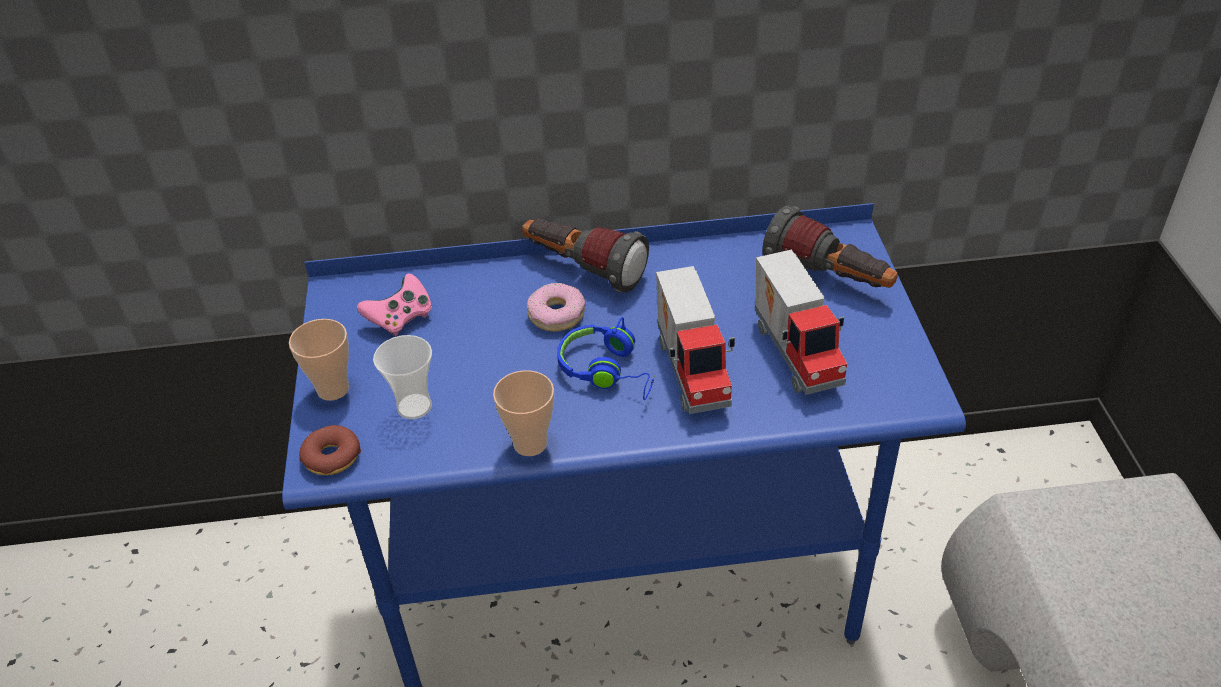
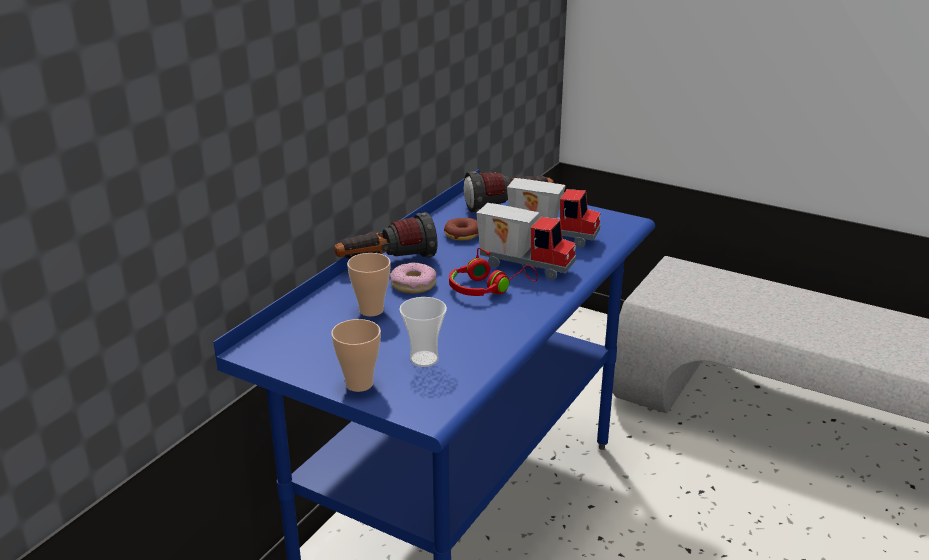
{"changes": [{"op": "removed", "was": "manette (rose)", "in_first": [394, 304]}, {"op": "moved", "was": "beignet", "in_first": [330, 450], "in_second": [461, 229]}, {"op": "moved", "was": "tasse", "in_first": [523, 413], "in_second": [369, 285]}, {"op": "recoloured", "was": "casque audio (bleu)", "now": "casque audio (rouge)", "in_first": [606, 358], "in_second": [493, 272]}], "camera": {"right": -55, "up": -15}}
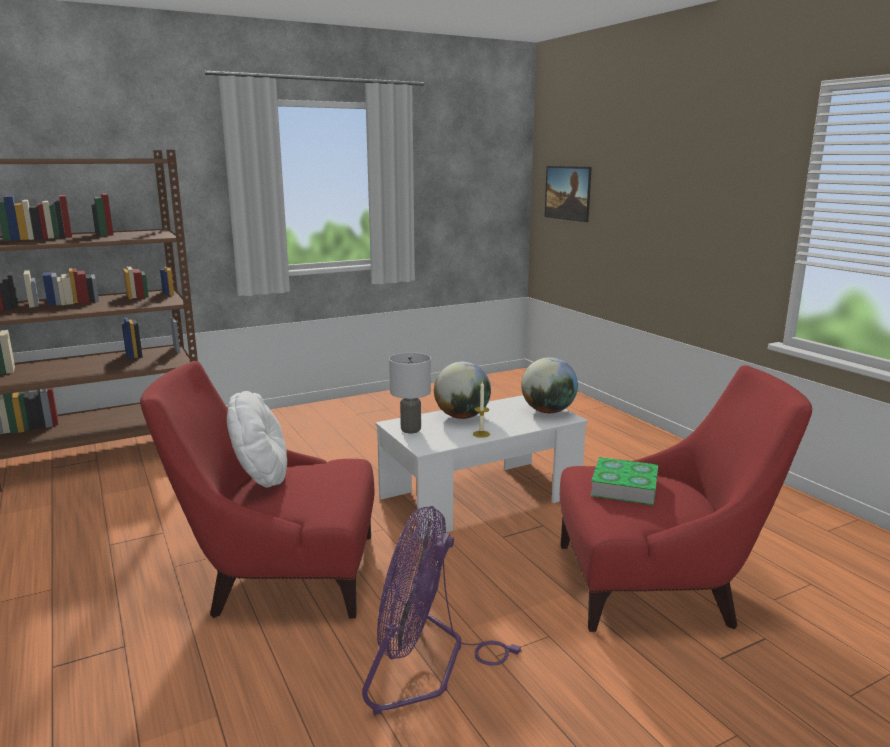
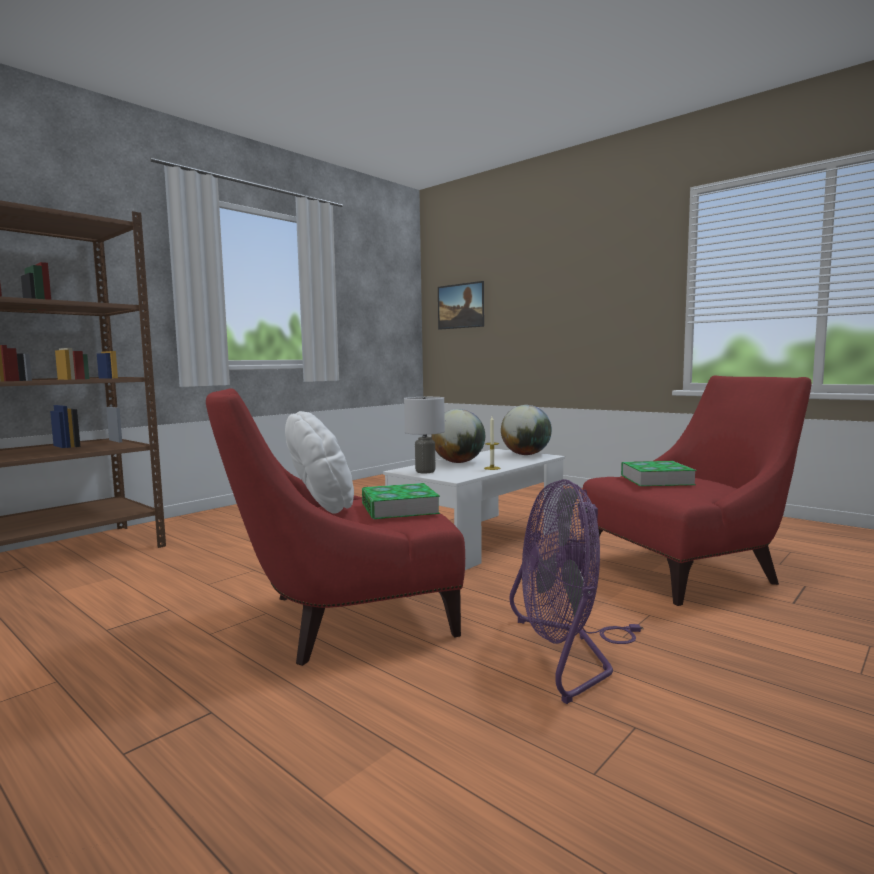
{"changes": [{"op": "added", "now": "livre", "in_second": [401, 501]}], "camera": {"right": -20, "up": -10}}
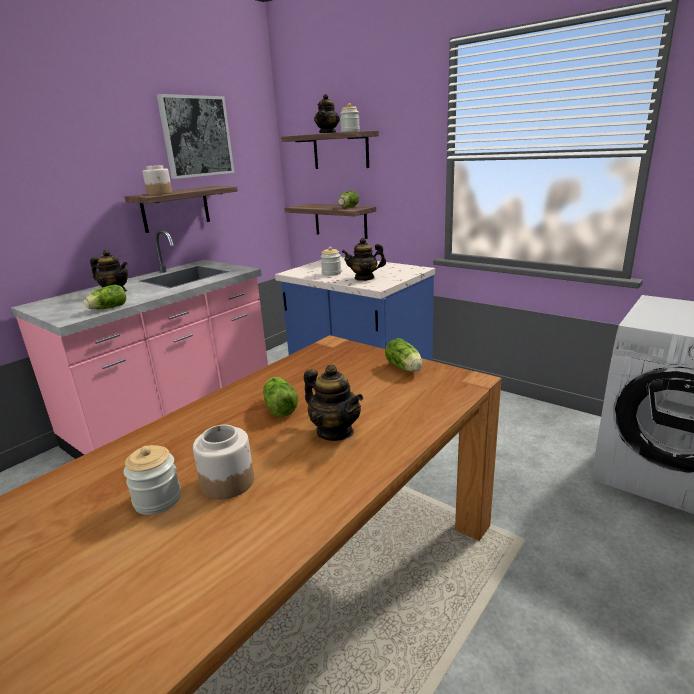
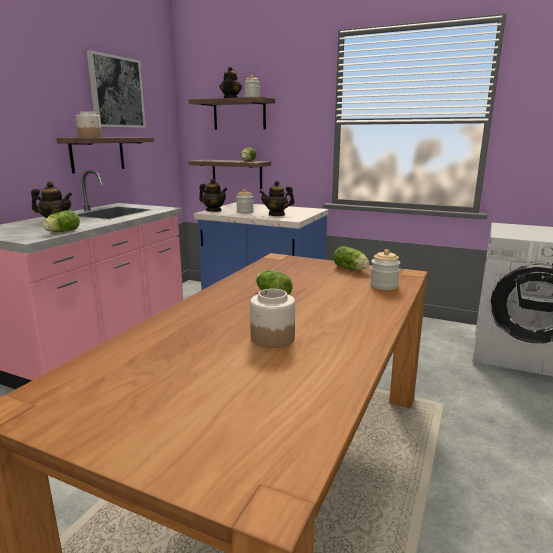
{"changes": [{"op": "moved", "was": "bocal", "in_first": [152, 480], "in_second": [385, 269]}, {"op": "moved", "was": "théière", "in_first": [333, 402], "in_second": [213, 195]}], "camera": {"right": -15, "up": -5}}
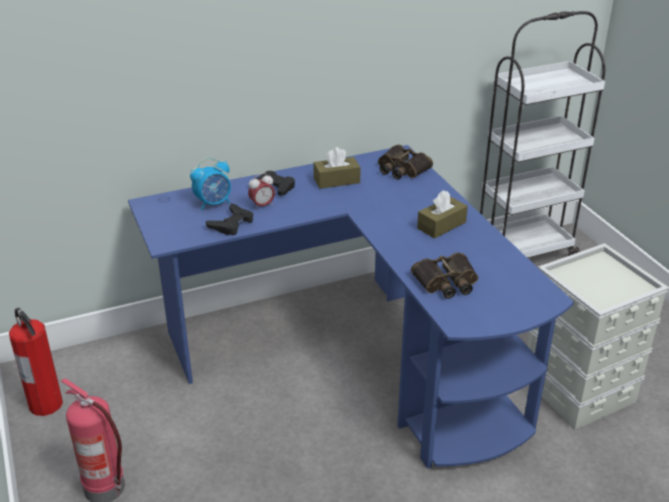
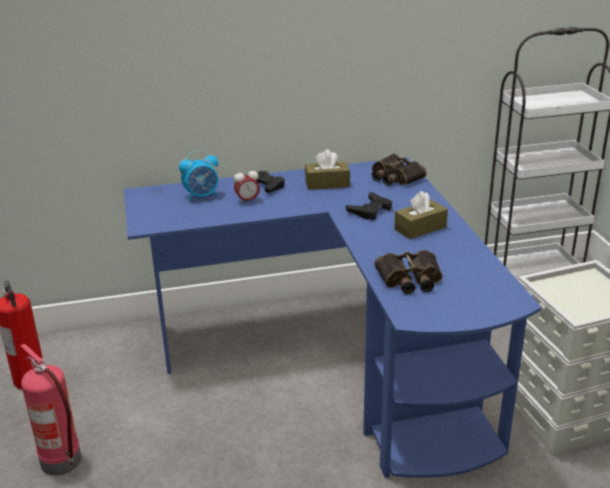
{"changes": [{"op": "moved", "was": "manette (noir)", "in_first": [229, 219], "in_second": [369, 206]}], "camera": {"right": 10, "up": -5}}
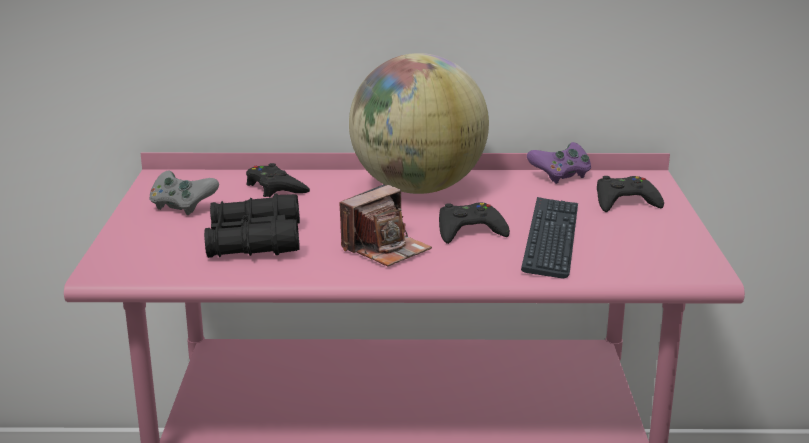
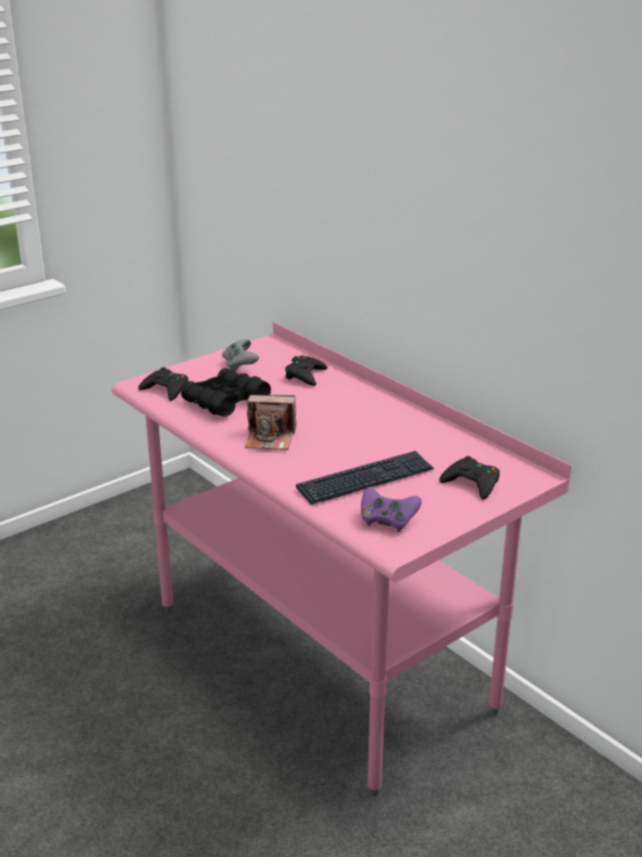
{"changes": [{"op": "removed", "was": "globe", "in_first": [419, 123]}, {"op": "moved", "was": "manette (noir)", "in_first": [474, 223], "in_second": [163, 384]}, {"op": "moved", "was": "manette (violet)", "in_first": [559, 163], "in_second": [391, 509]}], "camera": {"right": 50, "up": 5}}
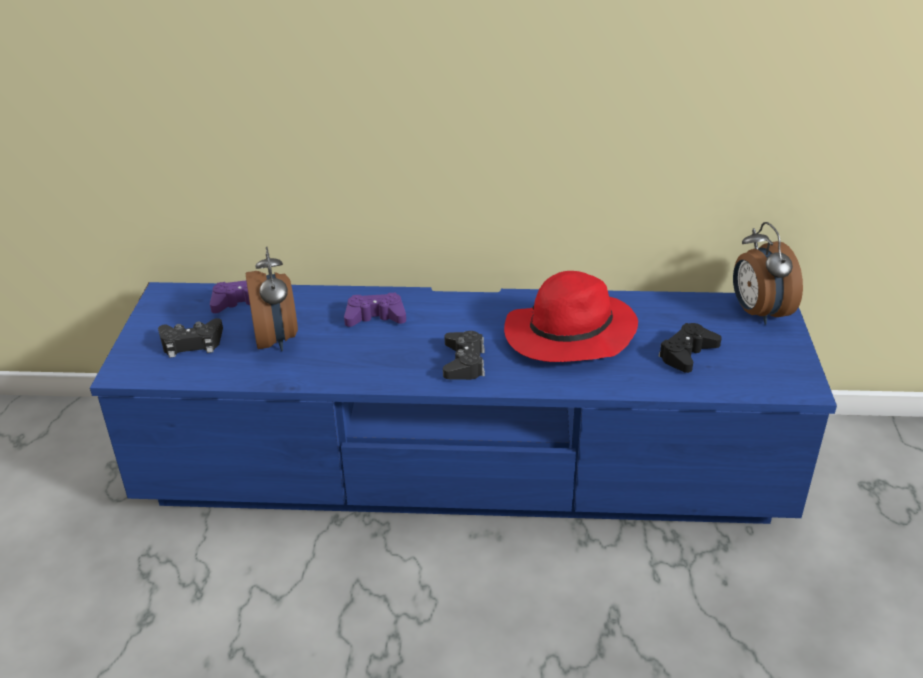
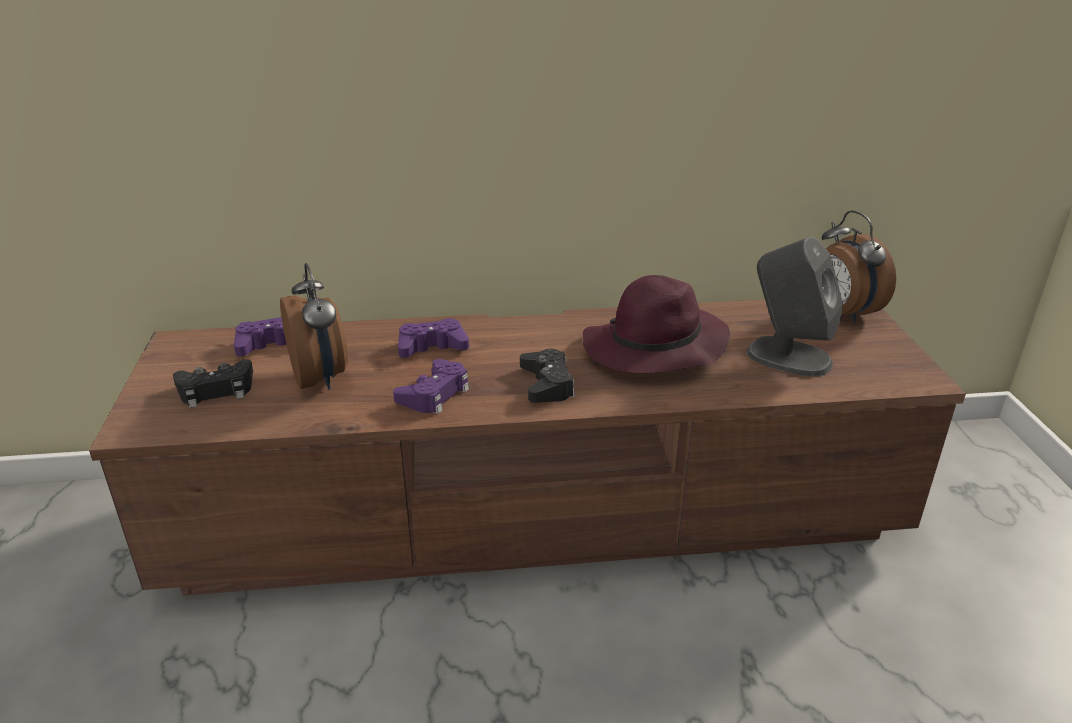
{"changes": [{"op": "added", "now": "manette (violet)", "in_second": [431, 386]}, {"op": "replaced", "was": "manette (noir)", "now": "enceinte (gris)", "in_first": [690, 348], "in_second": [795, 306]}, {"op": "recoloured", "was": "meuble télé (bleu)", "now": "meuble télé (marron)", "in_first": [463, 403], "in_second": [527, 447]}, {"op": "recoloured", "was": "chapeau (rouge)", "now": "chapeau (violet)", "in_first": [571, 316], "in_second": [656, 324]}], "camera": {"right": -10, "up": -5}}
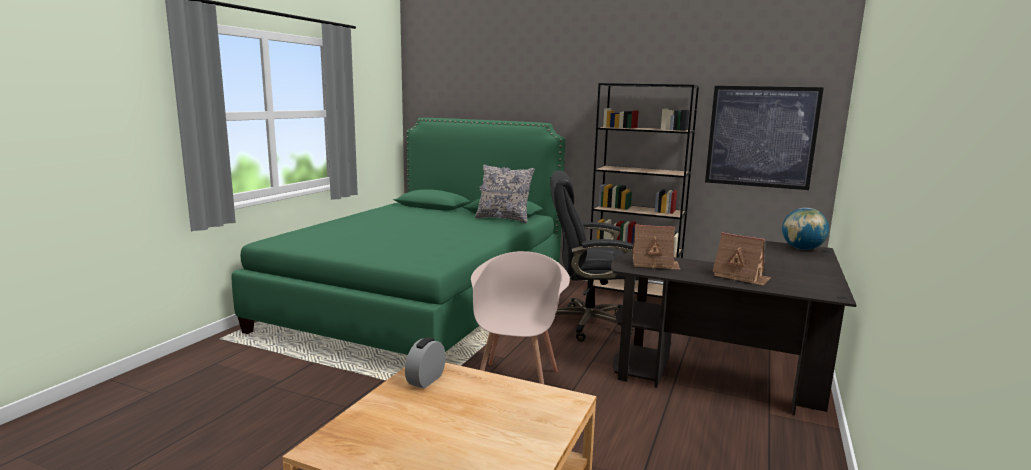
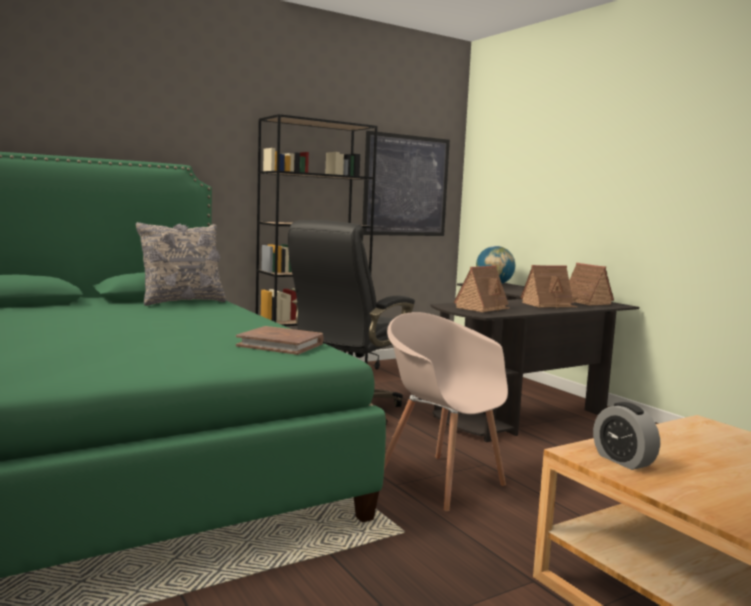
{"changes": [{"op": "added", "now": "livre (marron)", "in_second": [280, 340]}, {"op": "added", "now": "maison miniature", "in_second": [591, 284]}], "camera": {"right": -55, "up": -5}}
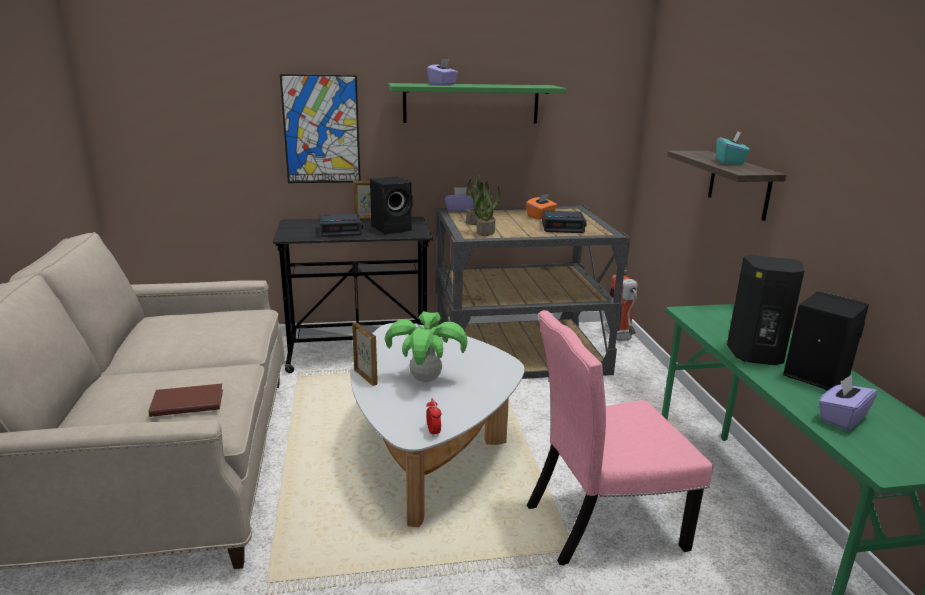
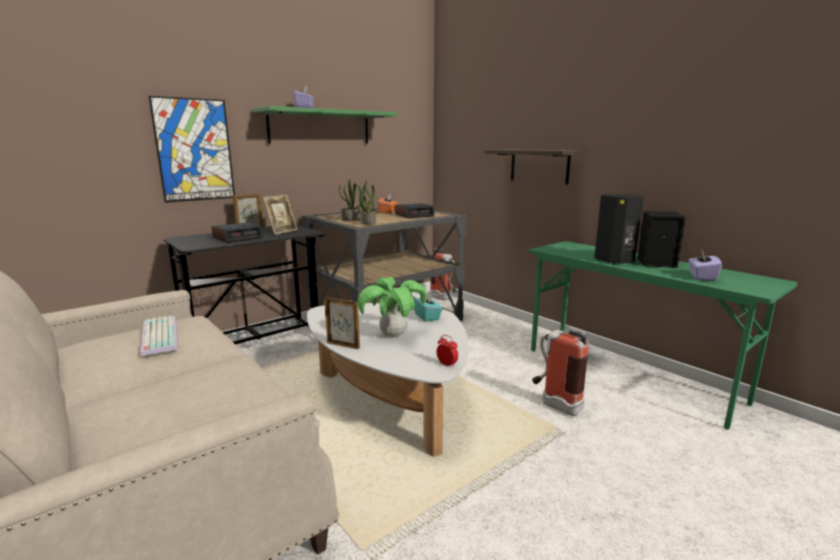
{"changes": [{"op": "removed", "was": "livre (marron)", "in_first": [186, 400]}, {"op": "removed", "was": "boîte à mouchoirs (violet)", "in_first": [460, 199]}, {"op": "added", "now": "clavier", "in_second": [159, 336]}, {"op": "moved", "was": "boîte à mouchoirs (turquoise)", "in_first": [733, 148], "in_second": [427, 306]}, {"op": "replaced", "was": "enceinte (noir)", "now": "cadre photo", "in_first": [391, 205], "in_second": [280, 215]}, {"op": "replaced", "was": "chaise (rose)", "now": "extincteur", "in_first": [620, 438], "in_second": [560, 370]}], "camera": {"right": -30, "up": -5}}
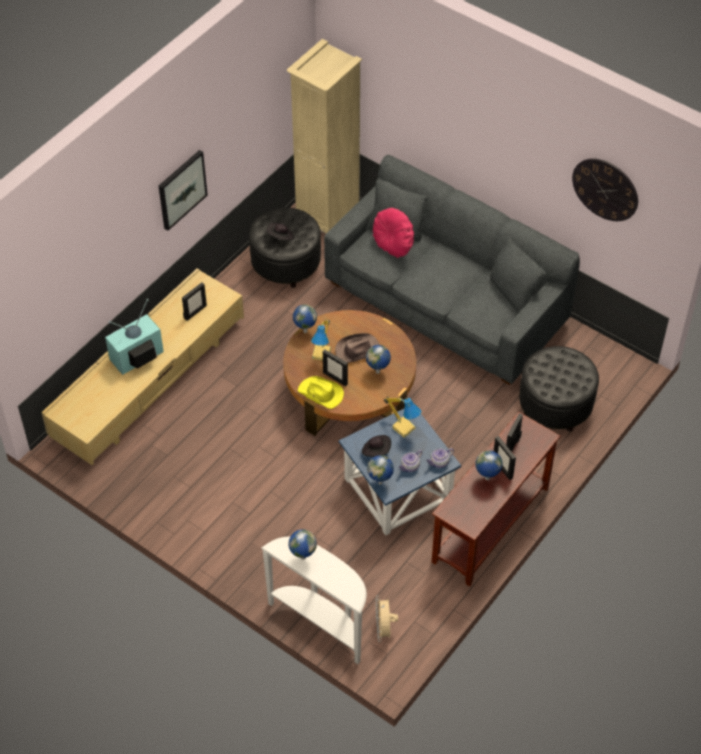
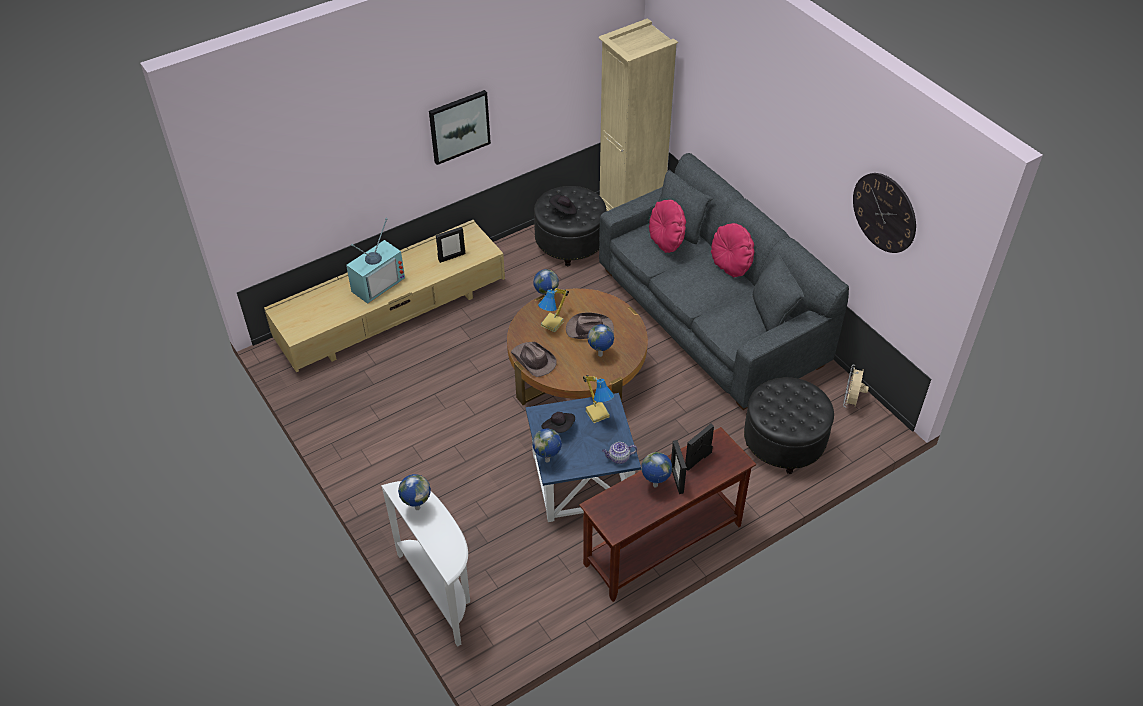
{"changes": [{"op": "removed", "was": "cadre photo", "in_first": [335, 368]}, {"op": "removed", "was": "théière", "in_first": [410, 461]}, {"op": "added", "now": "coussin (rose)", "in_second": [732, 250]}, {"op": "moved", "was": "ventilateur (beige)", "in_first": [387, 618], "in_second": [856, 386]}, {"op": "recoloured", "was": "chapeau (jaune)", "now": "chapeau (marron)", "in_first": [321, 392], "in_second": [534, 359]}, {"op": "turned", "was": "téléviseur", "in_first": [134, 337], "in_second": [375, 261], "clockwise": 150}], "camera": {"right": 20, "up": -5}}
